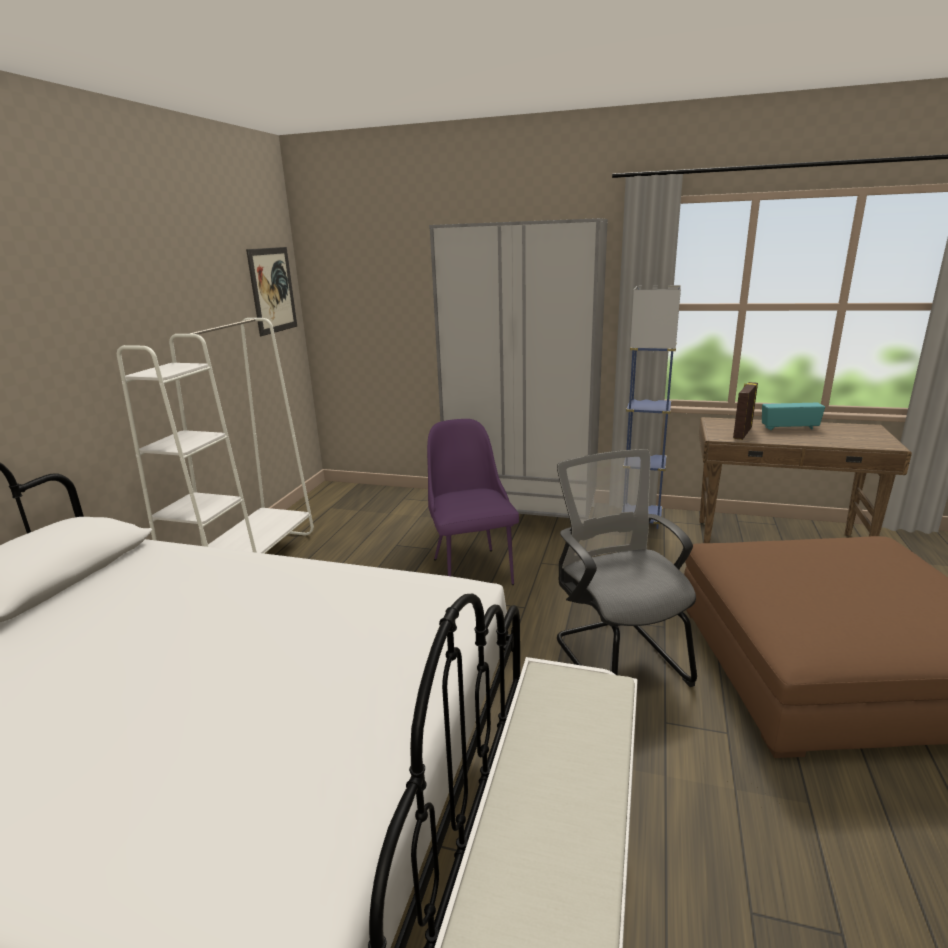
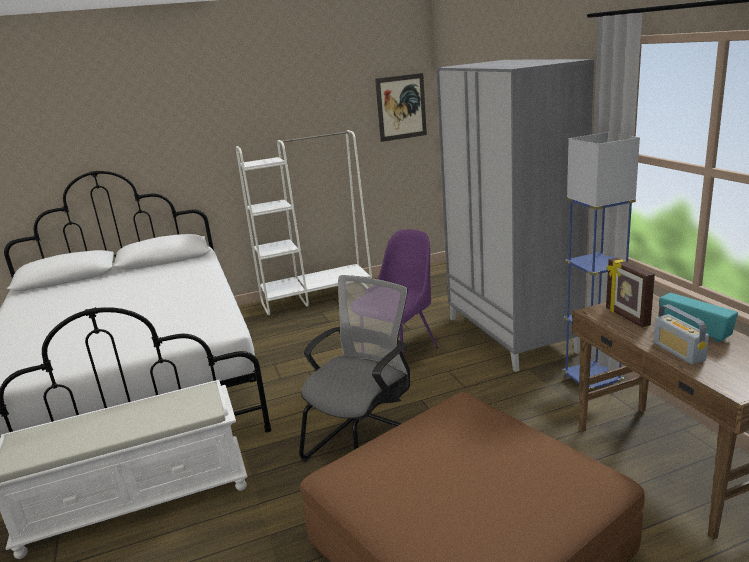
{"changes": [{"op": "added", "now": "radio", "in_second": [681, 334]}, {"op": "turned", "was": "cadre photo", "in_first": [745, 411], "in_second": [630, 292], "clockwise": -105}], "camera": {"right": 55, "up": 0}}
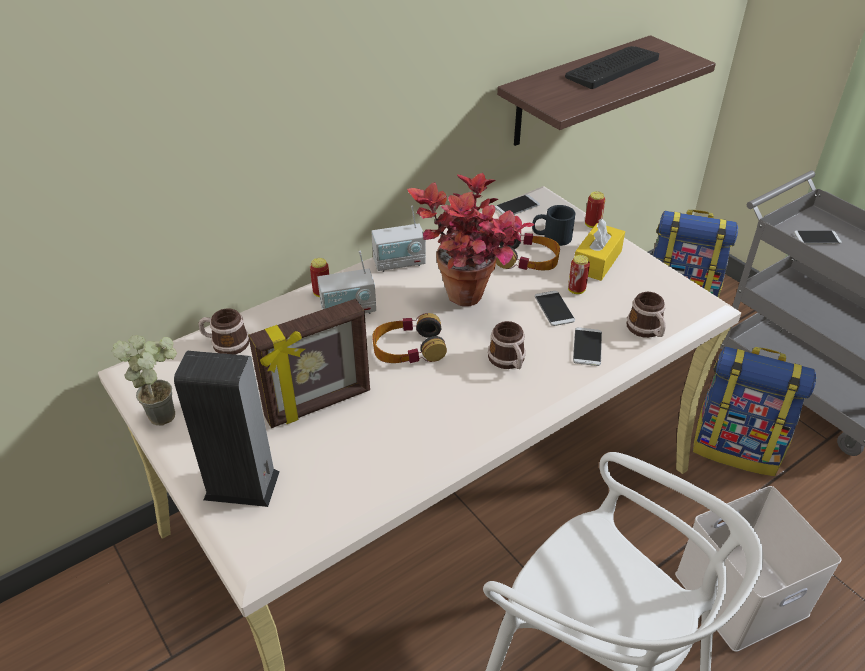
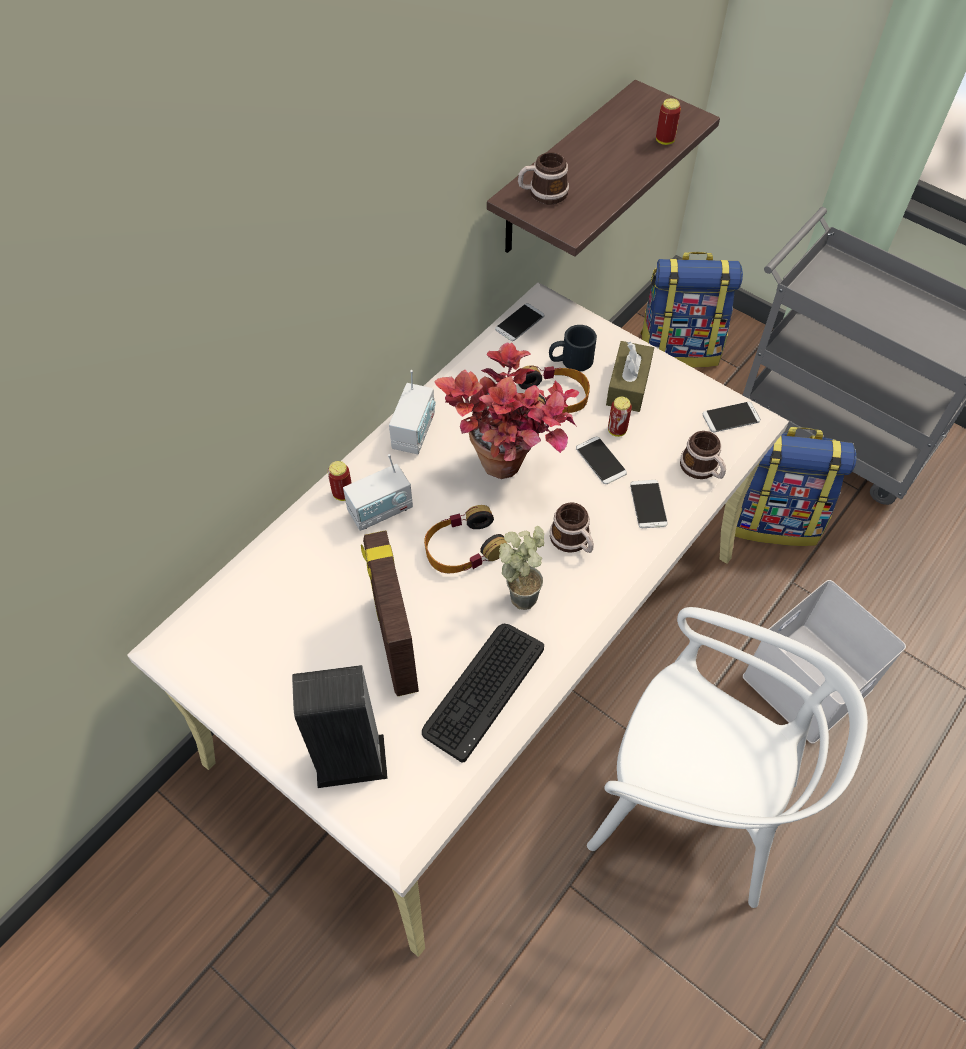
{"changes": [{"op": "moved", "was": "plante en pot", "in_first": [144, 380], "in_second": [521, 568]}, {"op": "moved", "was": "mug", "in_first": [223, 331], "in_second": [543, 178]}, {"op": "moved", "was": "clavier", "in_first": [612, 67], "in_second": [483, 693]}, {"op": "moved", "was": "boîte métallique", "in_first": [595, 209], "in_second": [668, 121]}, {"op": "moved", "was": "téléphone", "in_first": [818, 237], "in_second": [732, 417]}, {"op": "recoloured", "was": "boîte à mouchoirs (jaune)", "now": "boîte à mouchoirs (marron)", "in_first": [600, 250], "in_second": [630, 376]}, {"op": "turned", "was": "cadre photo", "in_first": [309, 363], "in_second": [390, 613], "clockwise": 120}, {"op": "turned", "was": "radio", "in_first": [398, 238], "in_second": [412, 412], "clockwise": -45}], "camera": {"right": -15, "up": 15}}
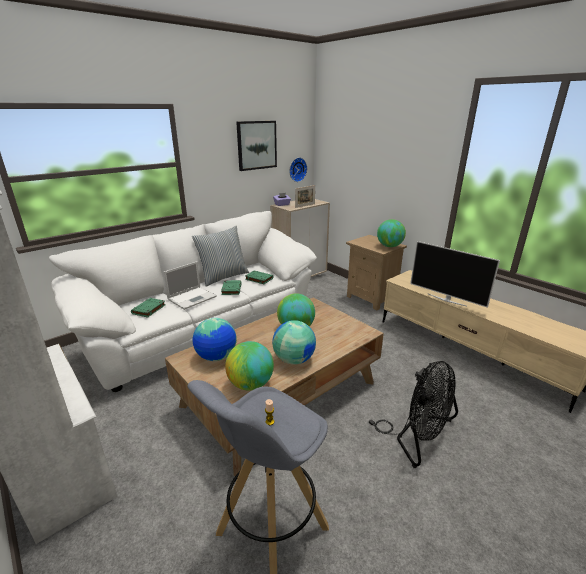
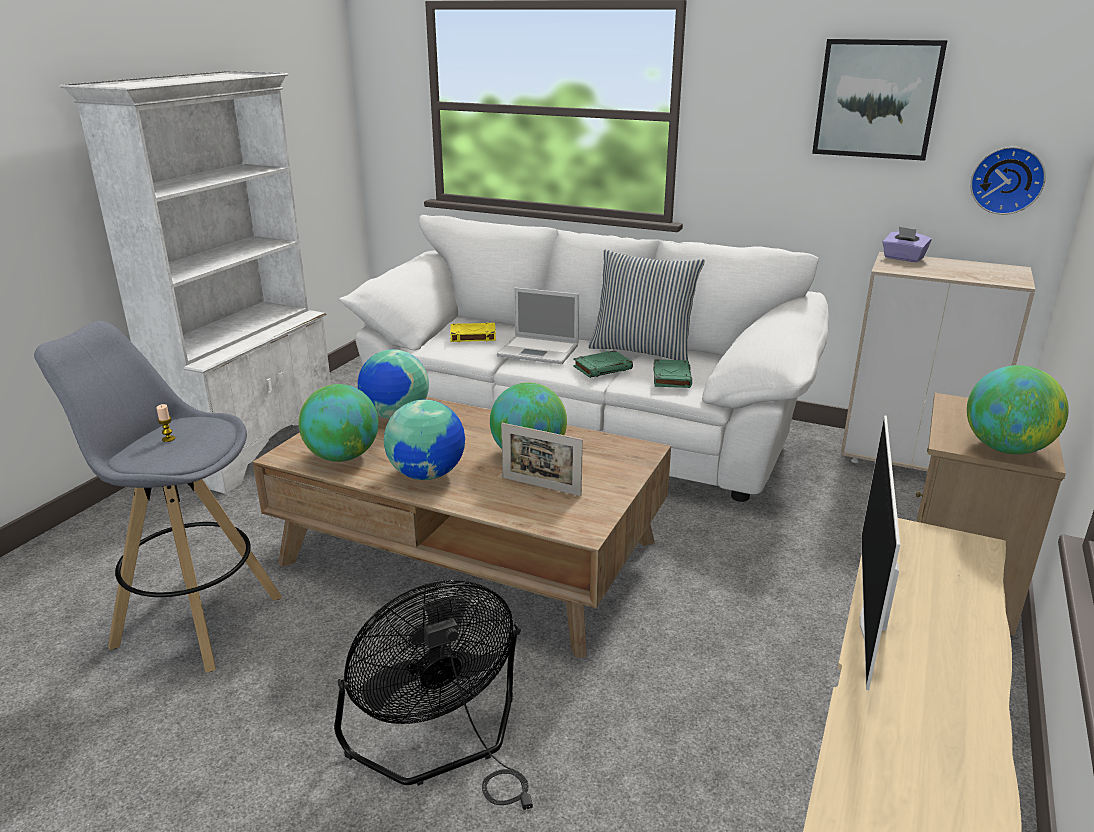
{"changes": [{"op": "moved", "was": "cadre photo", "in_first": [305, 196], "in_second": [542, 459]}, {"op": "recoloured", "was": "livre (vert)", "now": "livre (jaune)", "in_first": [148, 308], "in_second": [473, 332]}, {"op": "turned", "was": "ventilateur (noir)", "in_first": [413, 414], "in_second": [433, 695], "clockwise": 135}], "camera": {"right": 65, "up": 0}}
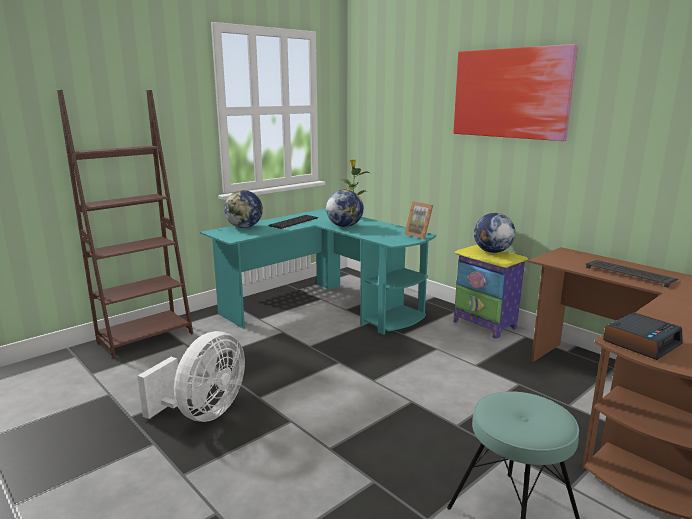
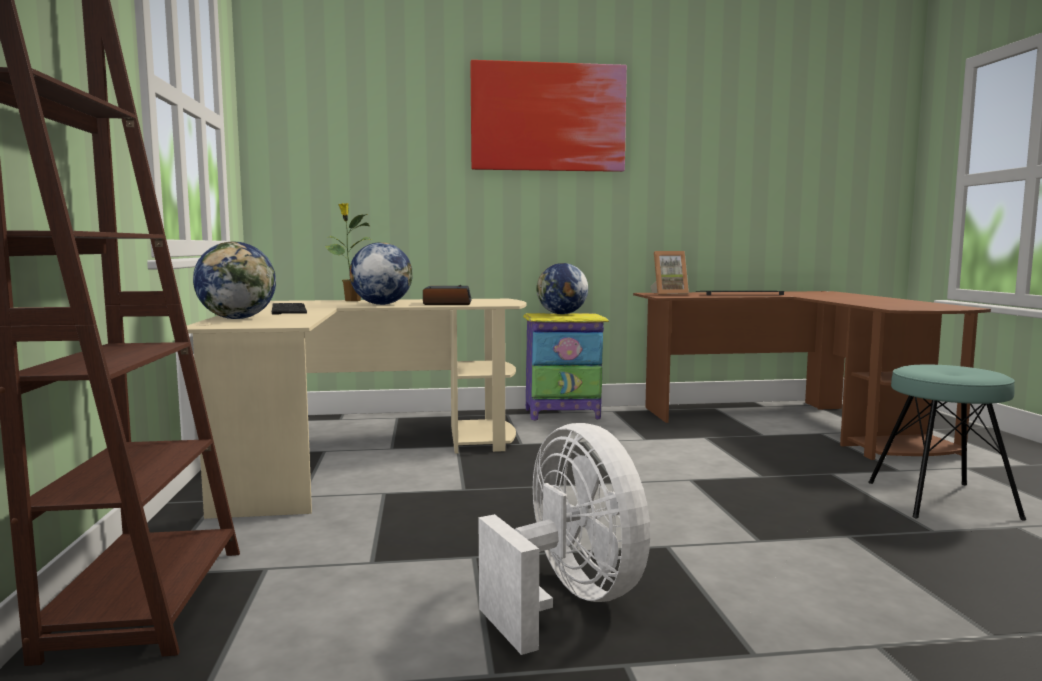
{"changes": [{"op": "moved", "was": "cadre photo", "in_first": [418, 220], "in_second": [669, 273]}, {"op": "moved", "was": "réveil", "in_first": [643, 336], "in_second": [447, 295]}, {"op": "recoloured", "was": "bureau (turquoise)", "now": "bureau (beige)", "in_first": [318, 272], "in_second": [356, 409]}], "camera": {"right": -55, "up": -10}}
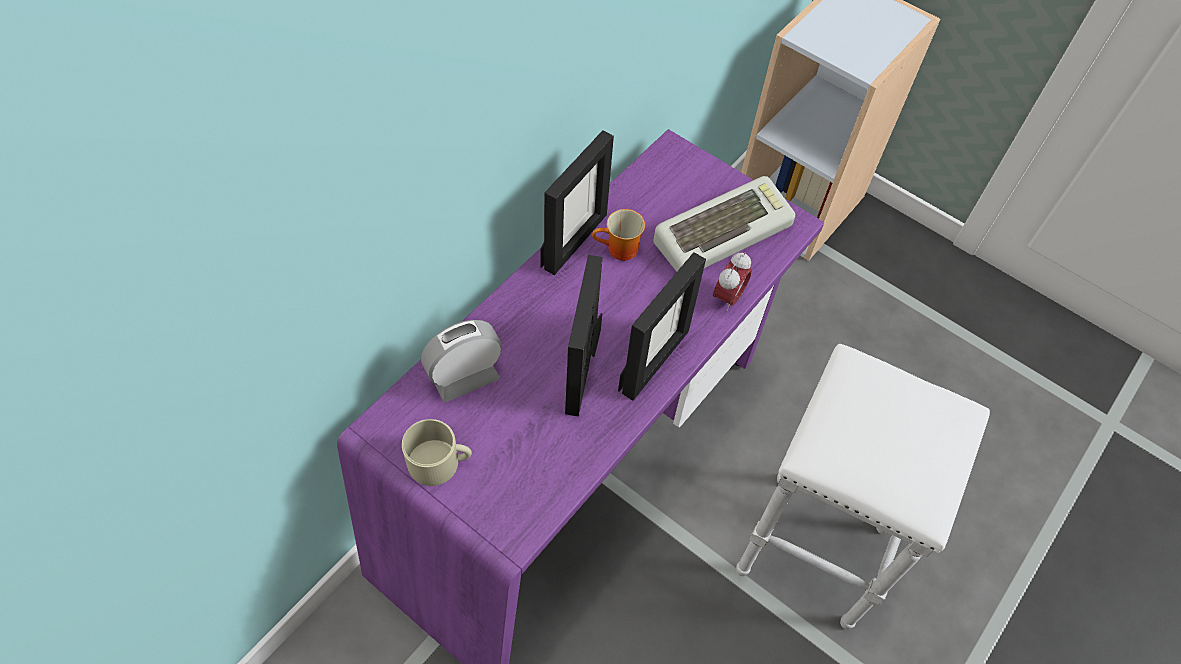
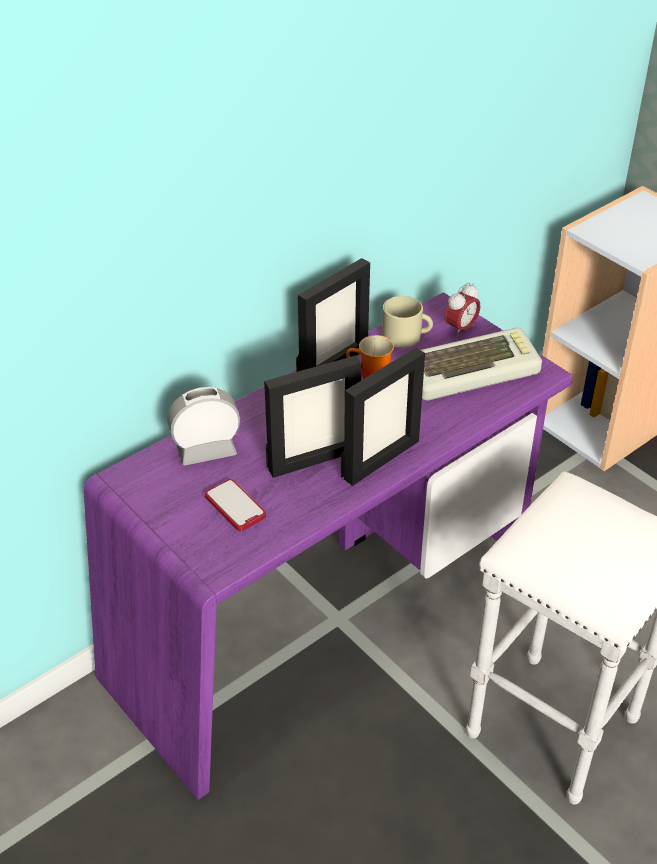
{"changes": [{"op": "added", "now": "téléphone", "in_second": [235, 505]}, {"op": "moved", "was": "mug (beige)", "in_first": [437, 452], "in_second": [407, 322]}, {"op": "moved", "was": "réveil", "in_first": [732, 281], "in_second": [462, 310]}, {"op": "turned", "was": "cadre photo", "in_first": [584, 336], "in_second": [312, 416], "clockwise": -135}], "camera": {"right": 15, "up": -15}}
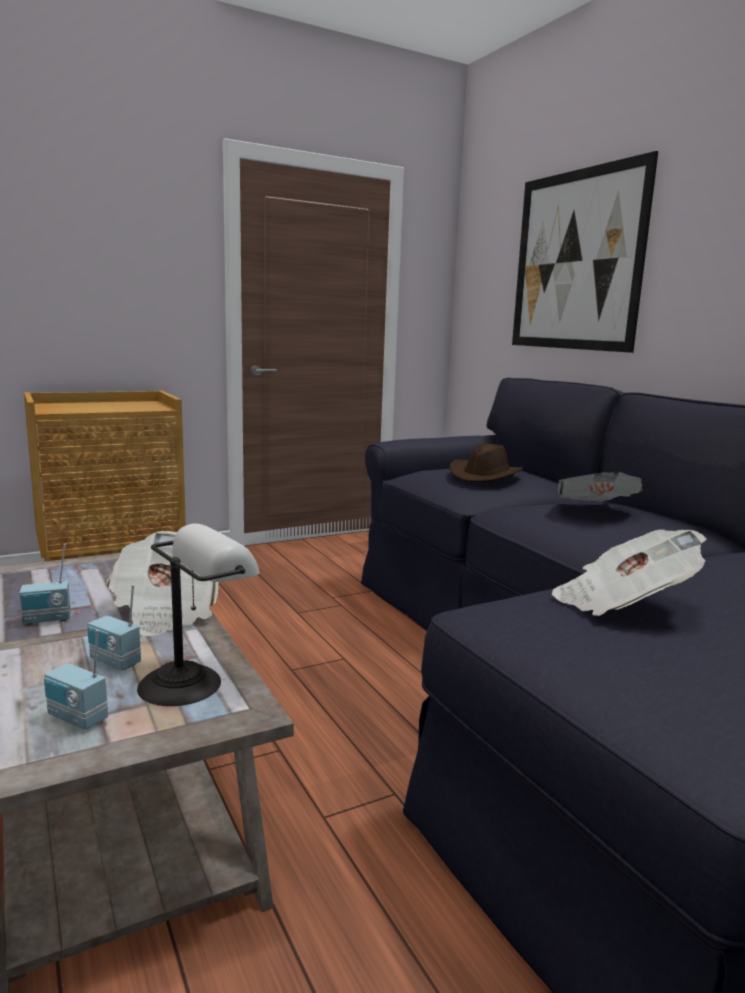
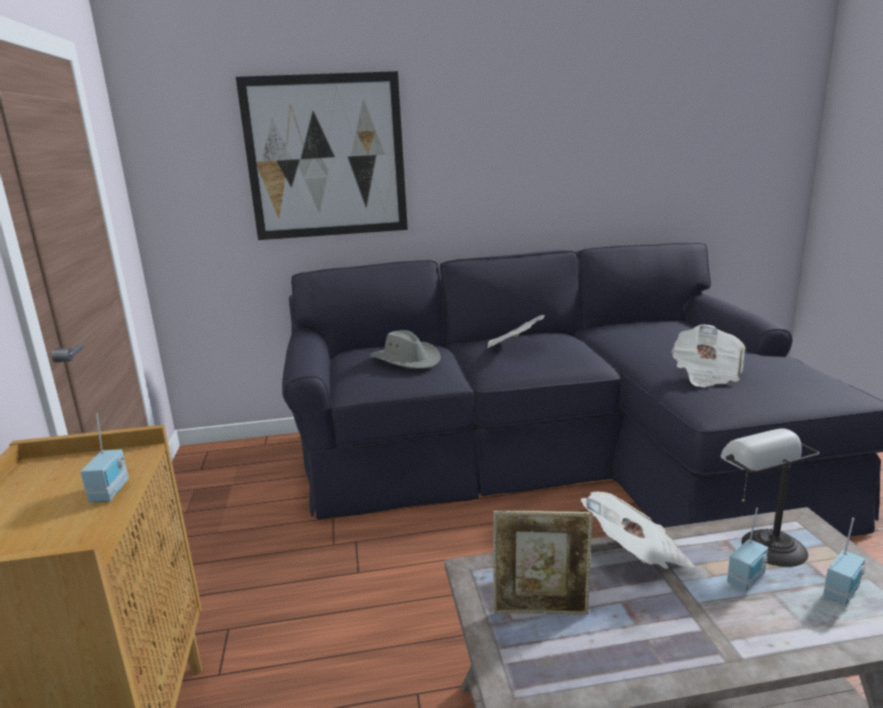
{"changes": [{"op": "added", "now": "cadre photo", "in_second": [543, 562]}, {"op": "moved", "was": "radio", "in_first": [45, 584], "in_second": [104, 457]}, {"op": "recoloured", "was": "chapeau (marron)", "now": "chapeau (gris)", "in_first": [487, 462], "in_second": [405, 349]}], "camera": {"right": -70, "up": 5}}
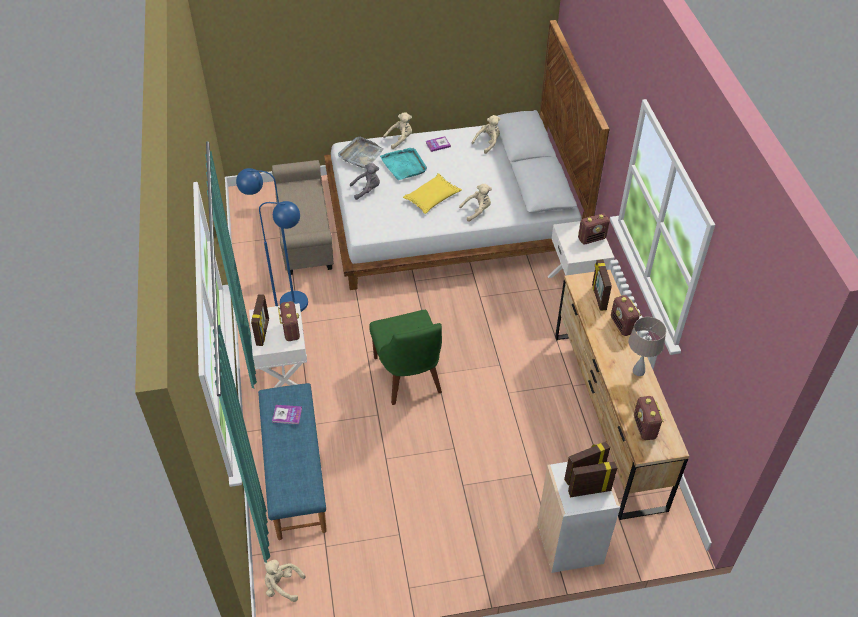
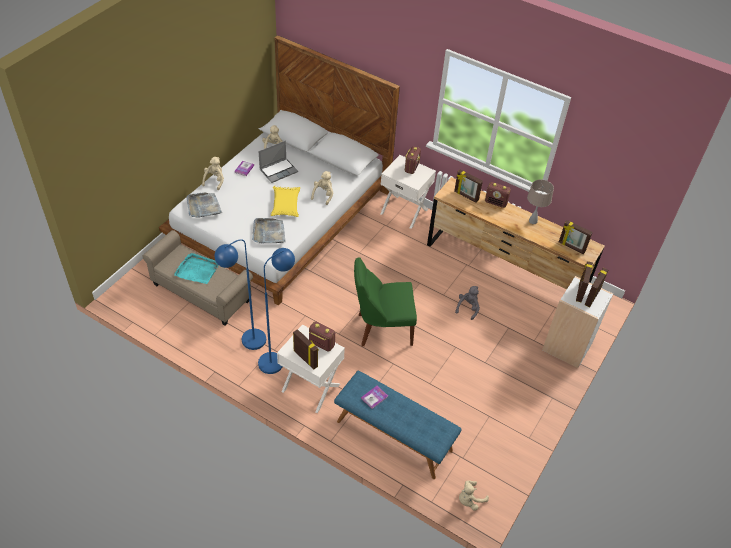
{"changes": [{"op": "added", "now": "plateau (gris)", "in_second": [269, 231]}, {"op": "added", "now": "ordinateur portable", "in_second": [278, 162]}, {"op": "moved", "was": "peluche (gris)", "in_first": [365, 181], "in_second": [467, 303]}, {"op": "moved", "was": "plateau (turquoise)", "in_first": [403, 164], "in_second": [196, 268]}, {"op": "replaced", "was": "radio", "now": "cadre photo", "in_first": [649, 418], "in_second": [576, 237]}, {"op": "turned", "was": "chaise (vert)", "in_first": [405, 357], "in_second": [385, 301], "clockwise": 150}], "camera": {"right": -50, "up": 0}}
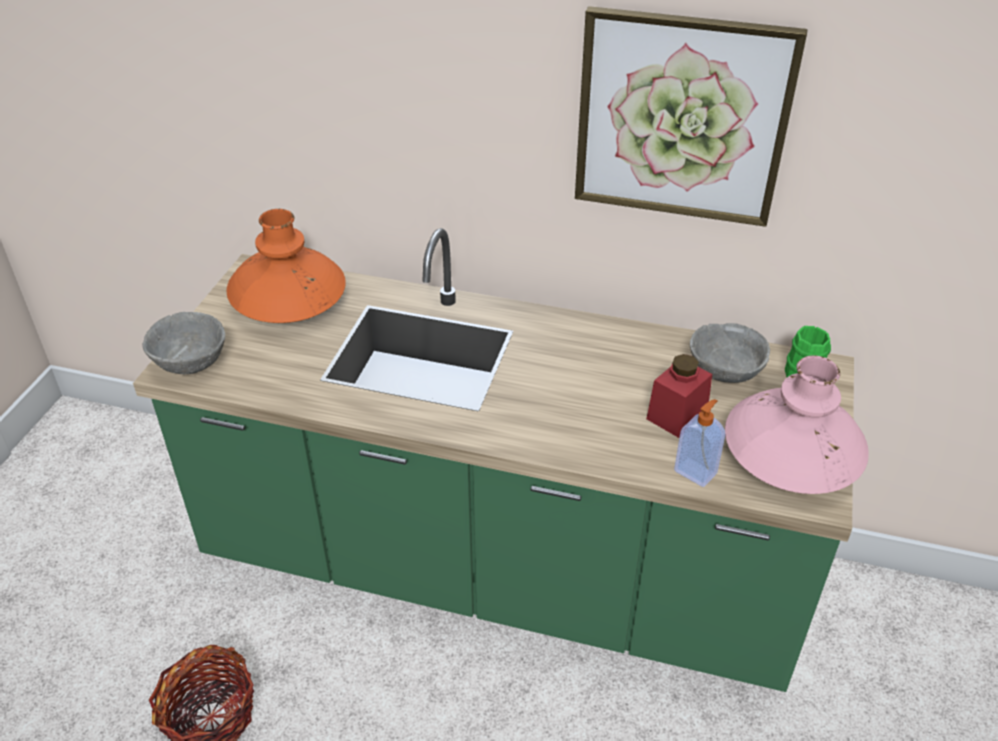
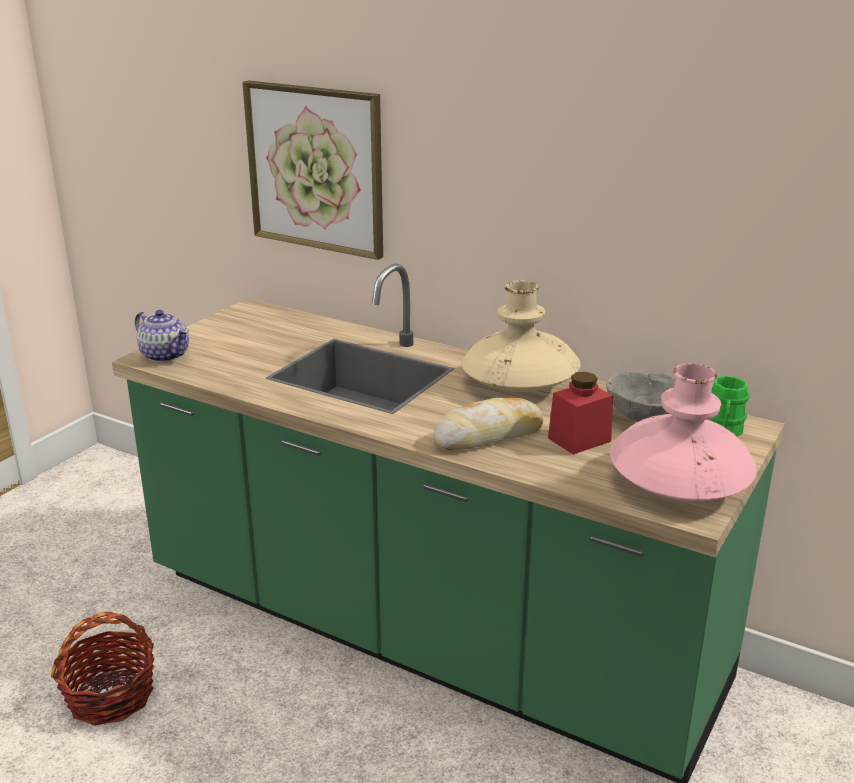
{"changes": [{"op": "removed", "was": "vase (orange)", "in_first": [286, 266]}, {"op": "removed", "was": "distributeur de savon", "in_first": [699, 443]}, {"op": "added", "now": "pain", "in_second": [488, 424]}, {"op": "added", "now": "vase (beige)", "in_second": [521, 336]}, {"op": "moved", "was": "tableau", "in_first": [691, 116], "in_second": [312, 170]}, {"op": "replaced", "was": "bol (gris)", "now": "théière", "in_first": [184, 343], "in_second": [162, 336]}], "camera": {"right": 15, "up": -15}}
